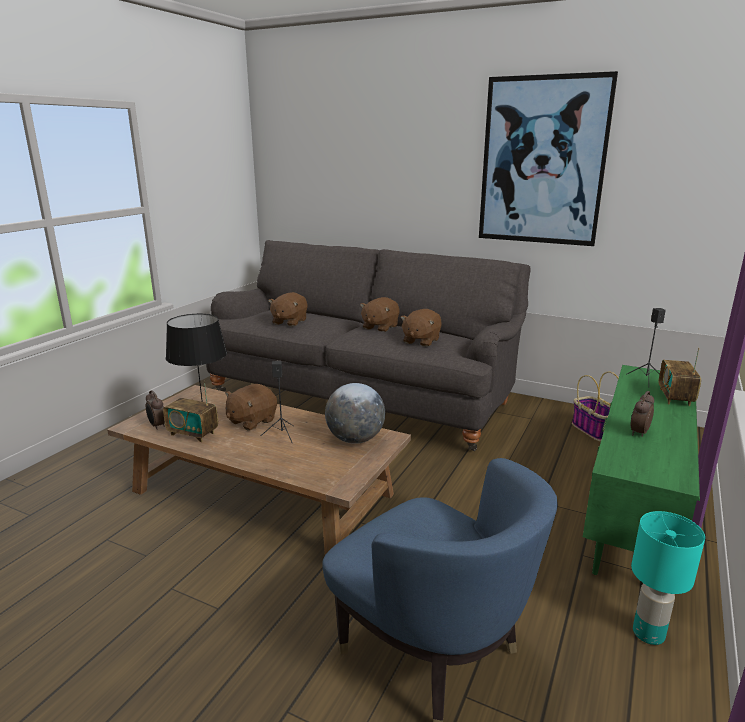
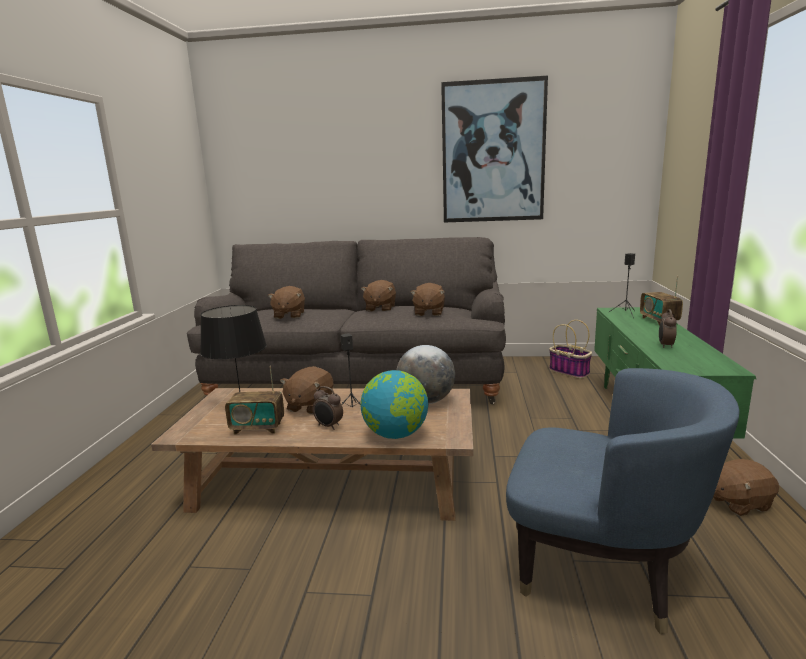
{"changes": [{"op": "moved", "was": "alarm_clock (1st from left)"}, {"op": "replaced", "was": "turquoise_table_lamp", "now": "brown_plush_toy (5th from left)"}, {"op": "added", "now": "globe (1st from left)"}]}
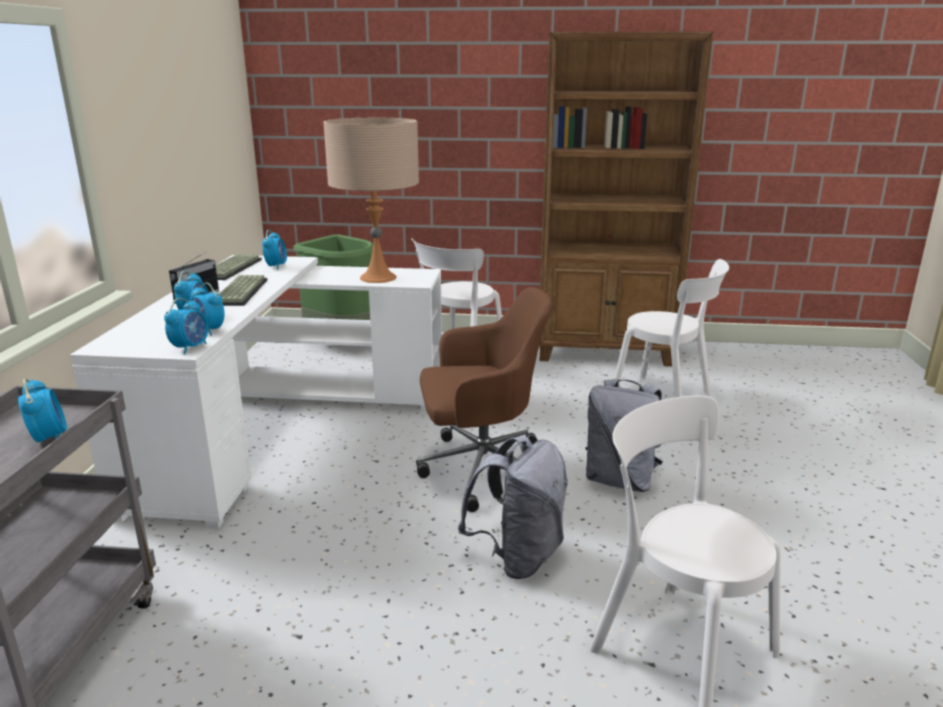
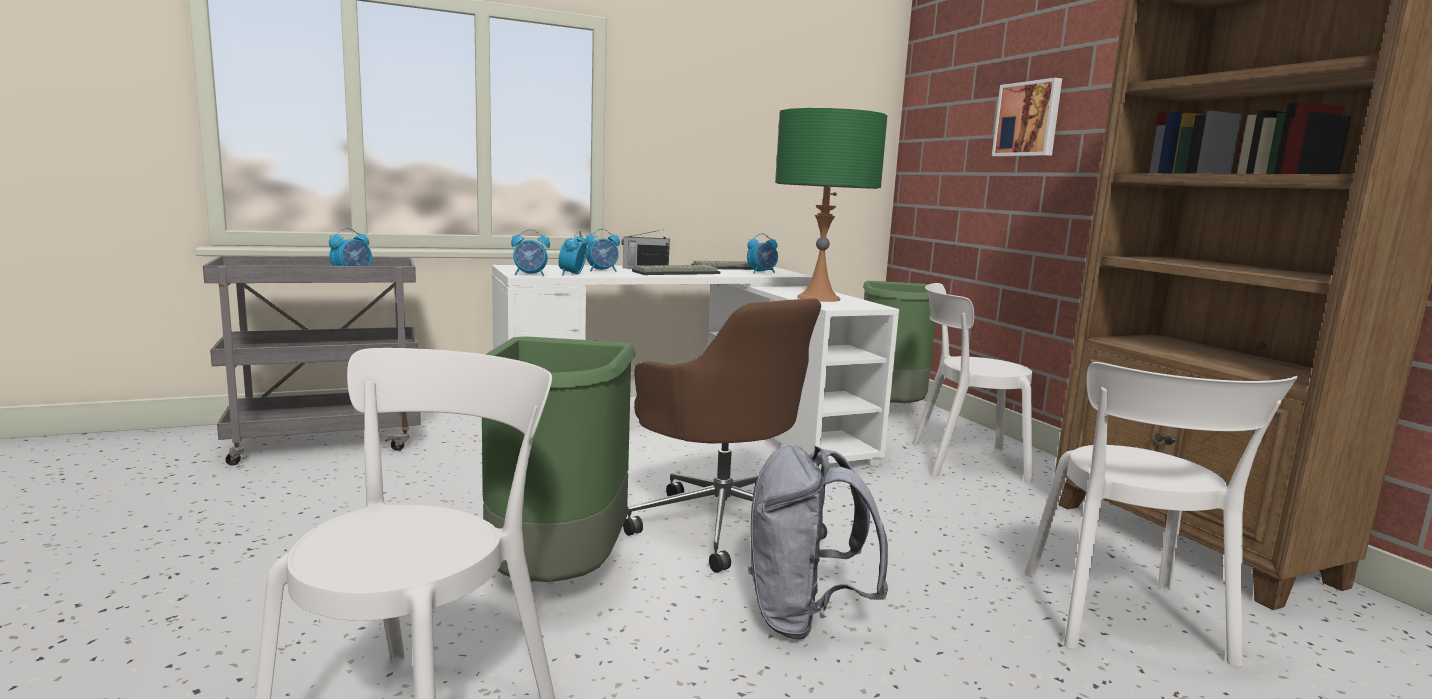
{"changes": [{"op": "recoloured", "was": "beige_table_lamp", "now": "green_table_lamp"}, {"op": "replaced", "was": "grey_backpack (1st from left)", "now": "green_trash_can (1st from left)"}, {"op": "added", "now": "picture"}]}
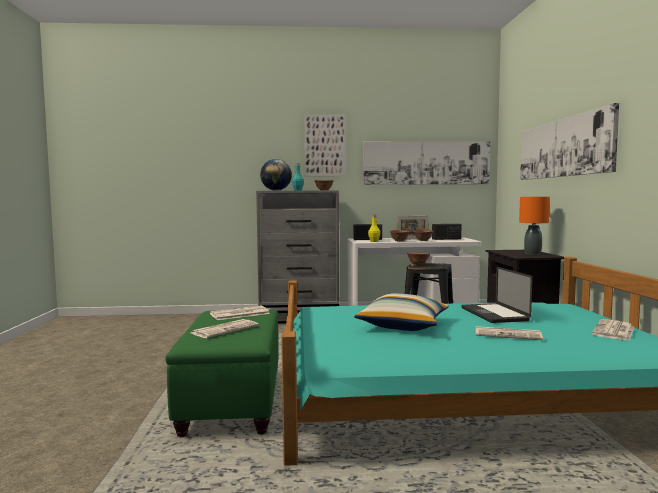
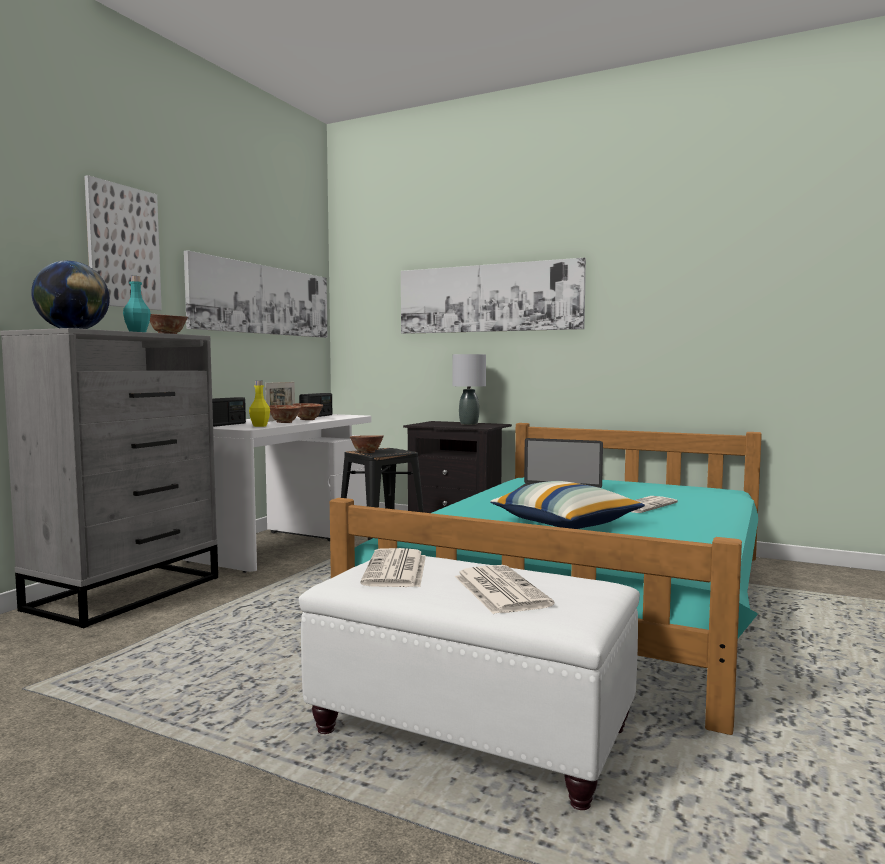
{"changes": [{"op": "recoloured", "was": "green_ottoman", "now": "white_ottoman"}, {"op": "recoloured", "was": "orange_table_lamp", "now": "grey_table_lamp"}, {"op": "removed", "was": "newspaper (4th from left)"}]}
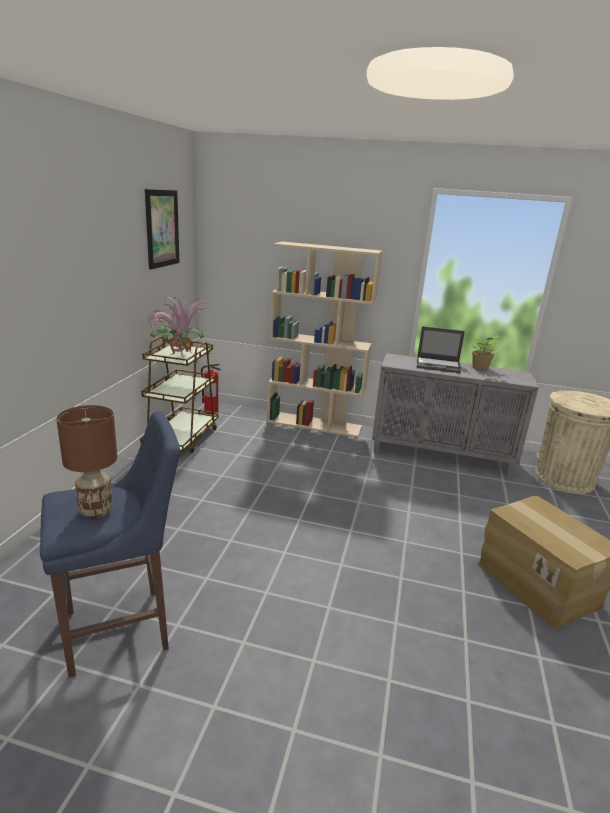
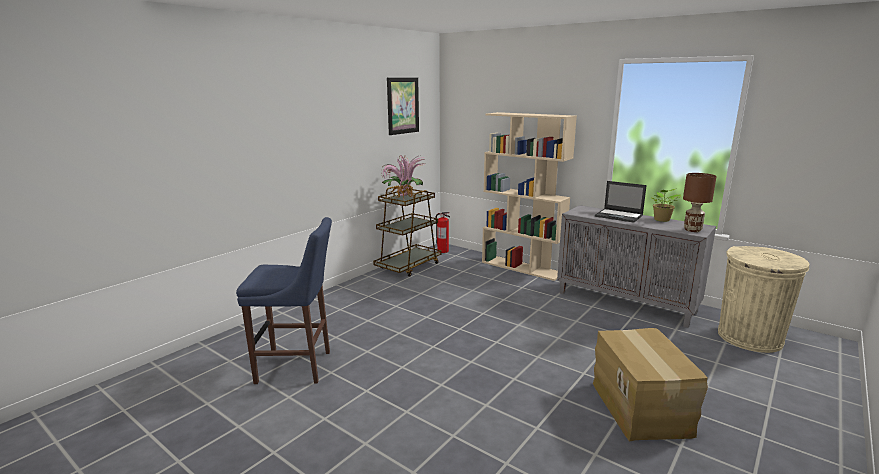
{"changes": [{"op": "moved", "was": "brown_table_lamp"}]}
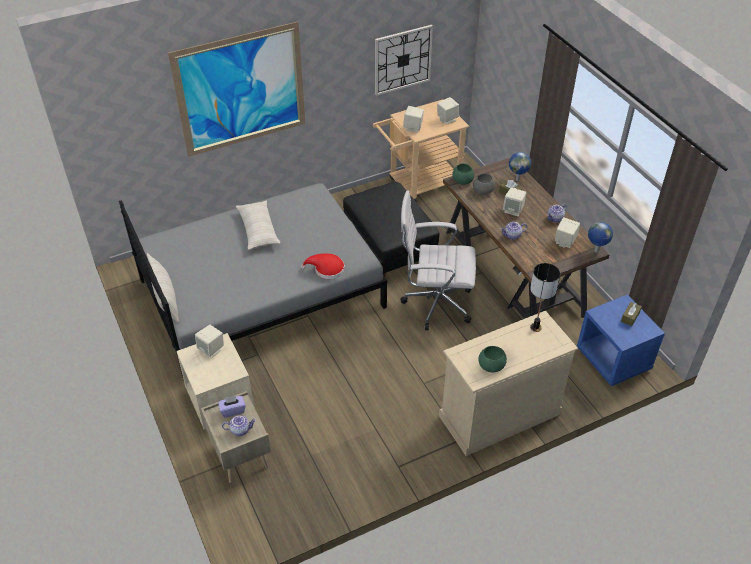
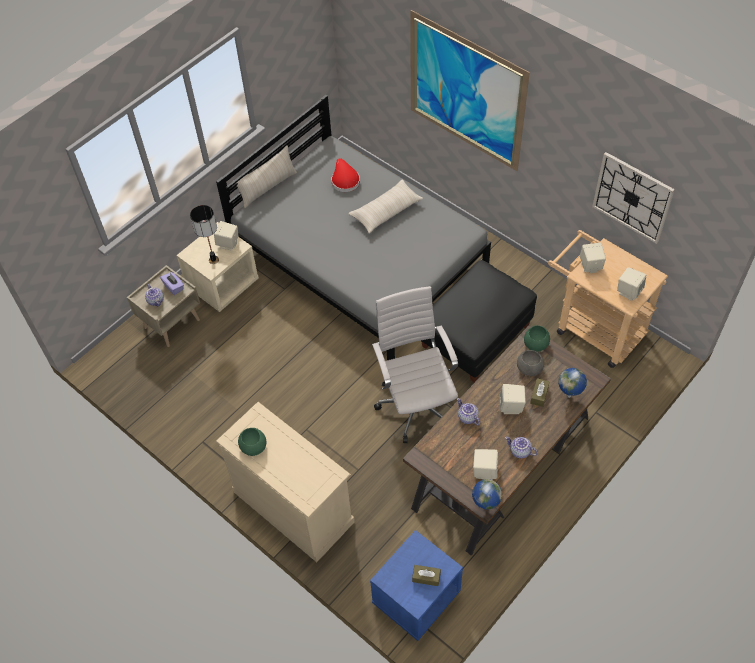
{"changes": [{"op": "moved", "was": "red_hat"}, {"op": "moved", "was": "table_lamp"}]}
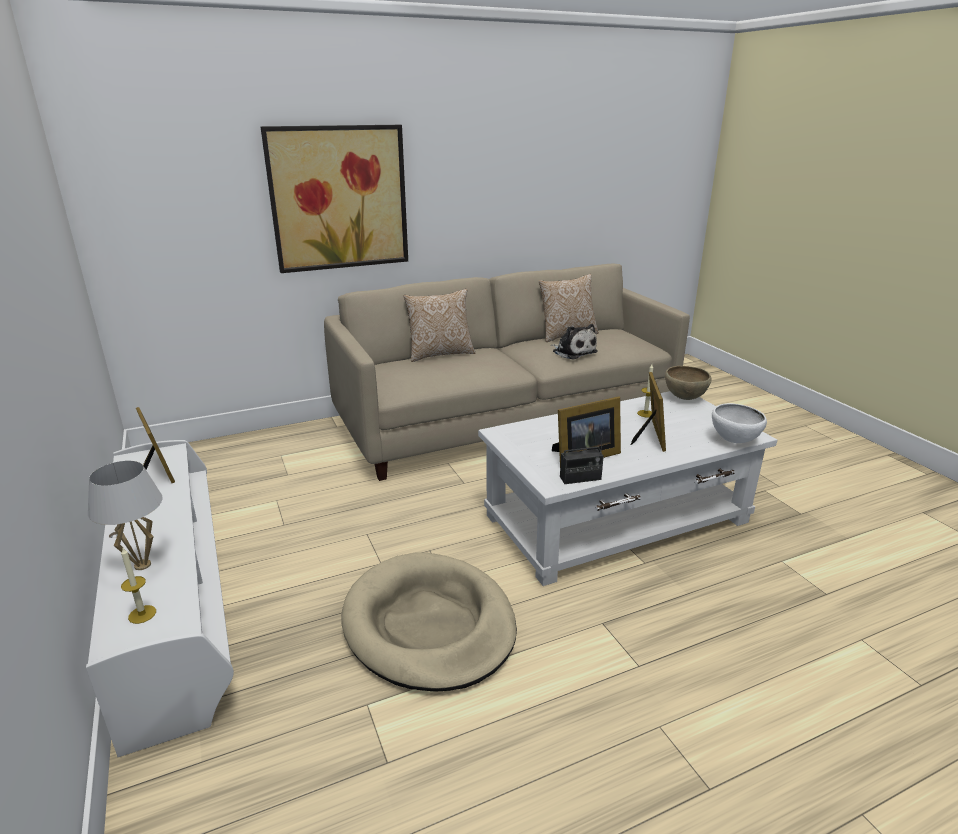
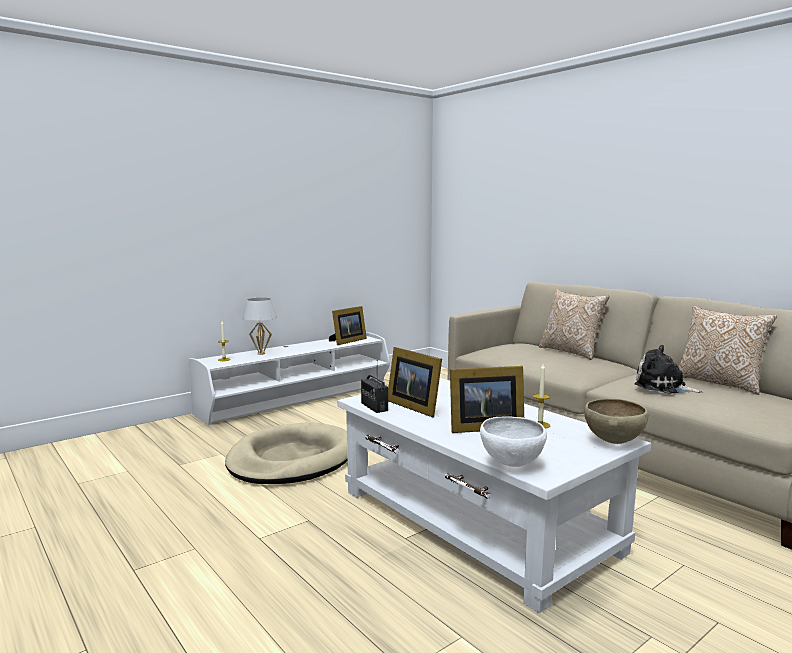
{"changes": [{"op": "removed", "was": "picture"}, {"op": "turned", "was": "plush_toy", "clockwise": 90}]}
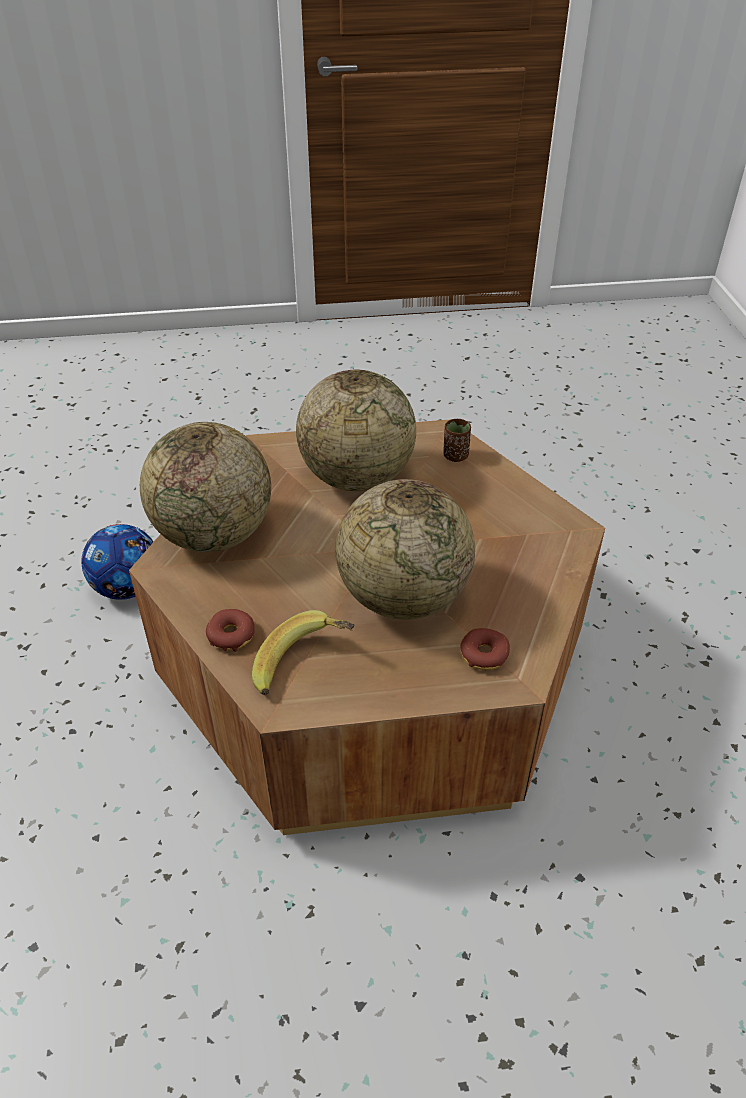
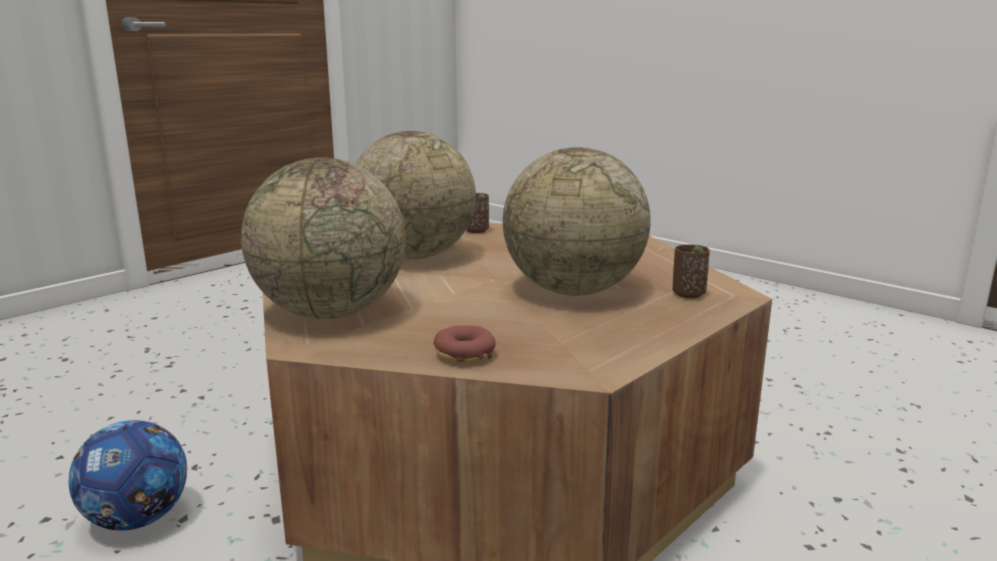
{"changes": [{"op": "removed", "was": "banana"}, {"op": "replaced", "was": "donut (2nd from left)", "now": "brown_cup (2nd from left)"}]}
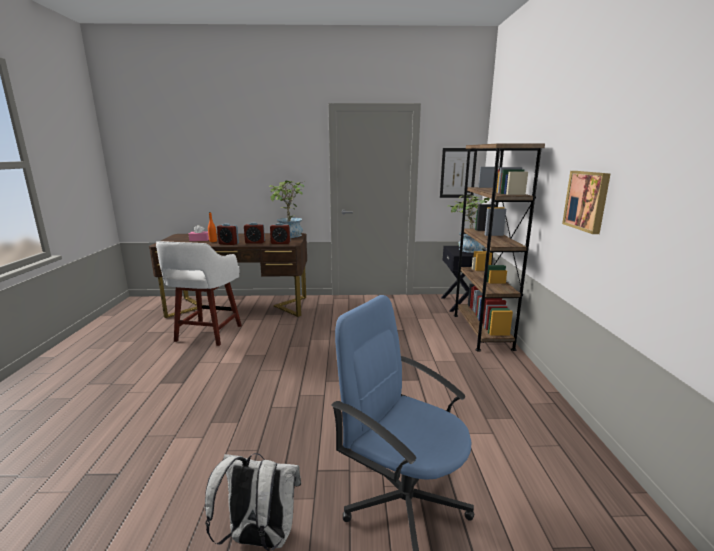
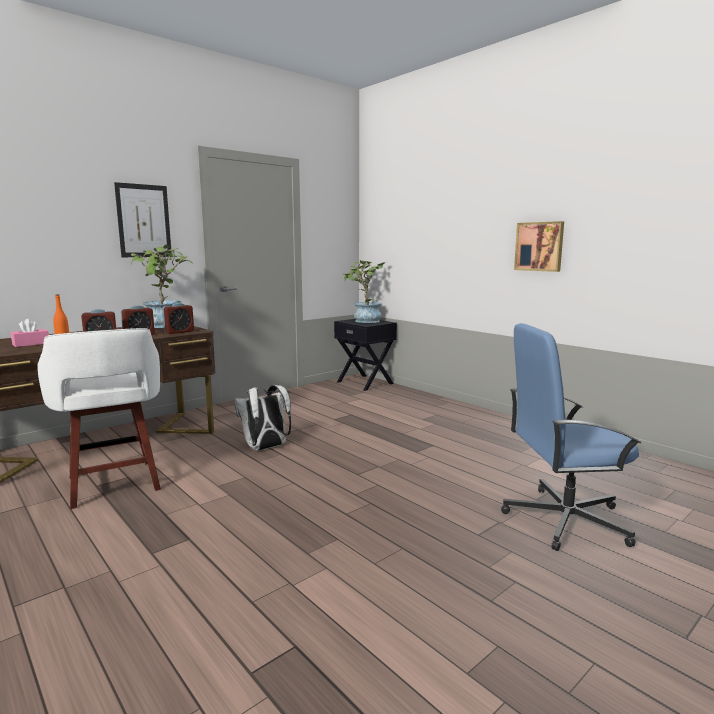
{"changes": [{"op": "moved", "was": "white_backpack"}, {"op": "moved", "was": "picture (1st from left)"}, {"op": "removed", "was": "brown_bookcase"}]}
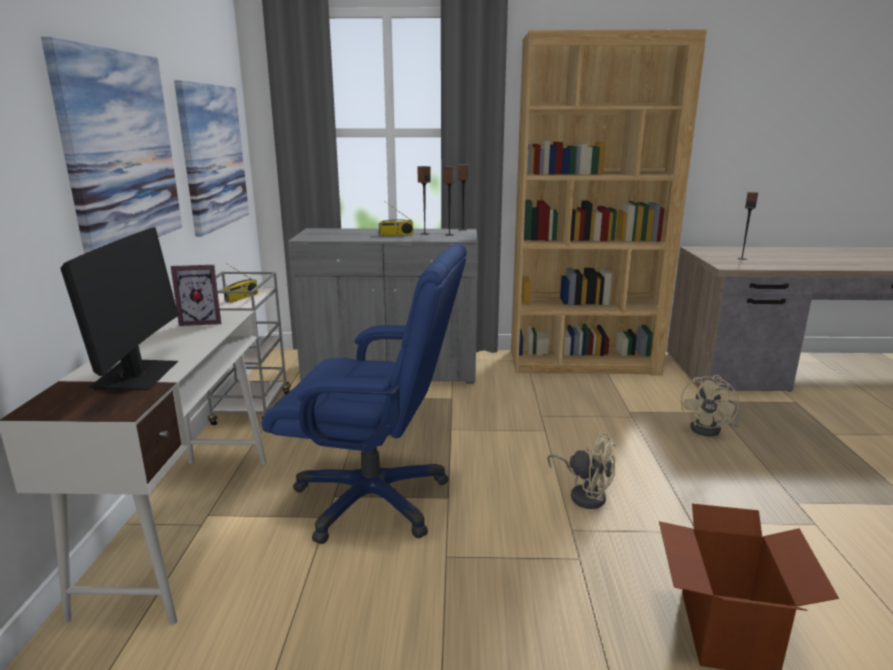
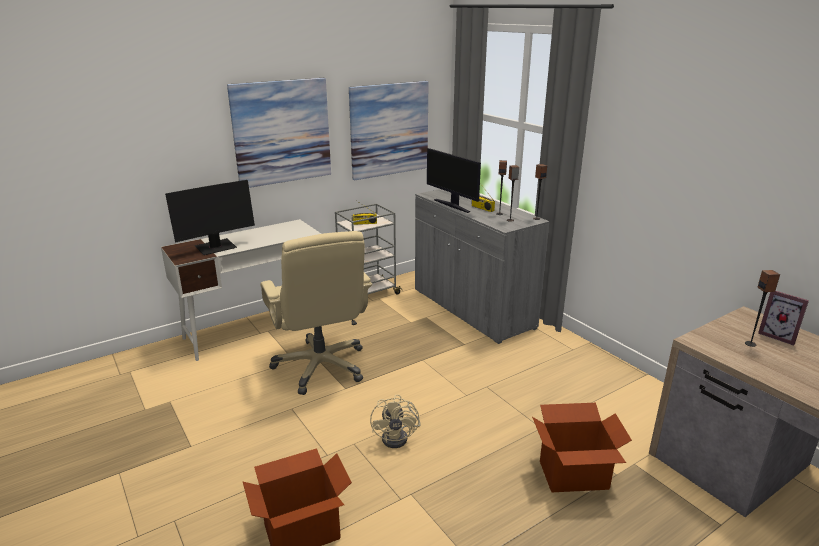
{"changes": [{"op": "moved", "was": "picture_frame"}, {"op": "recoloured", "was": "blue_office_chair", "now": "beige_office_chair"}, {"op": "removed", "was": "brown_bookcase"}, {"op": "replaced", "was": "beige_fan (2nd from left)", "now": "cardboard_box (2nd from left)"}, {"op": "added", "now": "monitor (2nd from left)"}]}
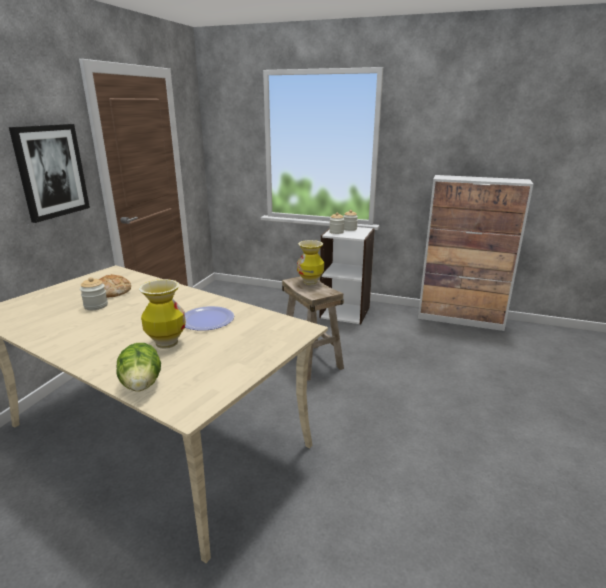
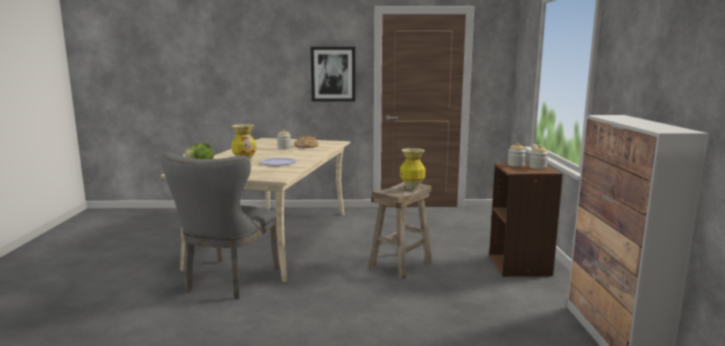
{"changes": [{"op": "recoloured", "was": "white_bookcase", "now": "brown_bookcase"}, {"op": "added", "now": "grey_chair"}]}
